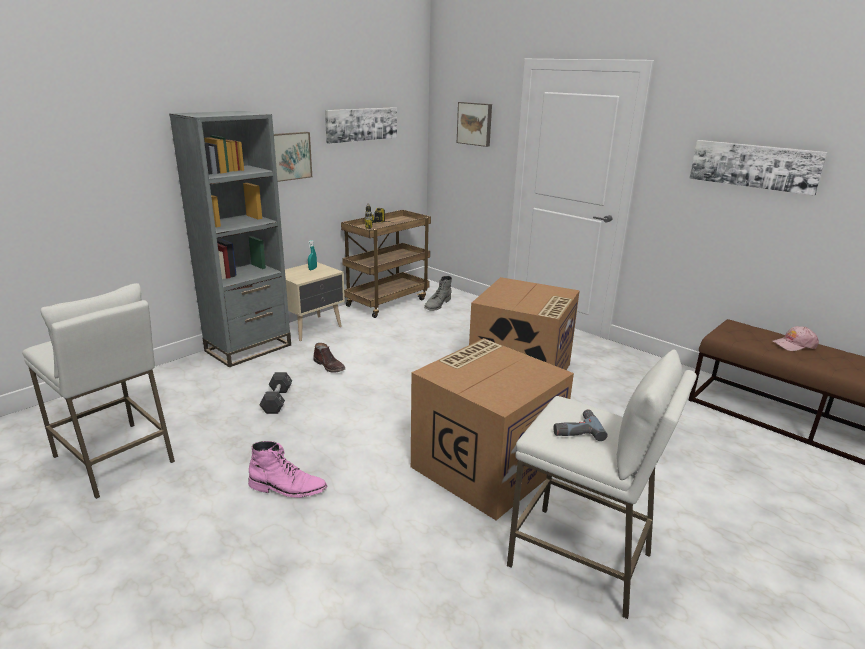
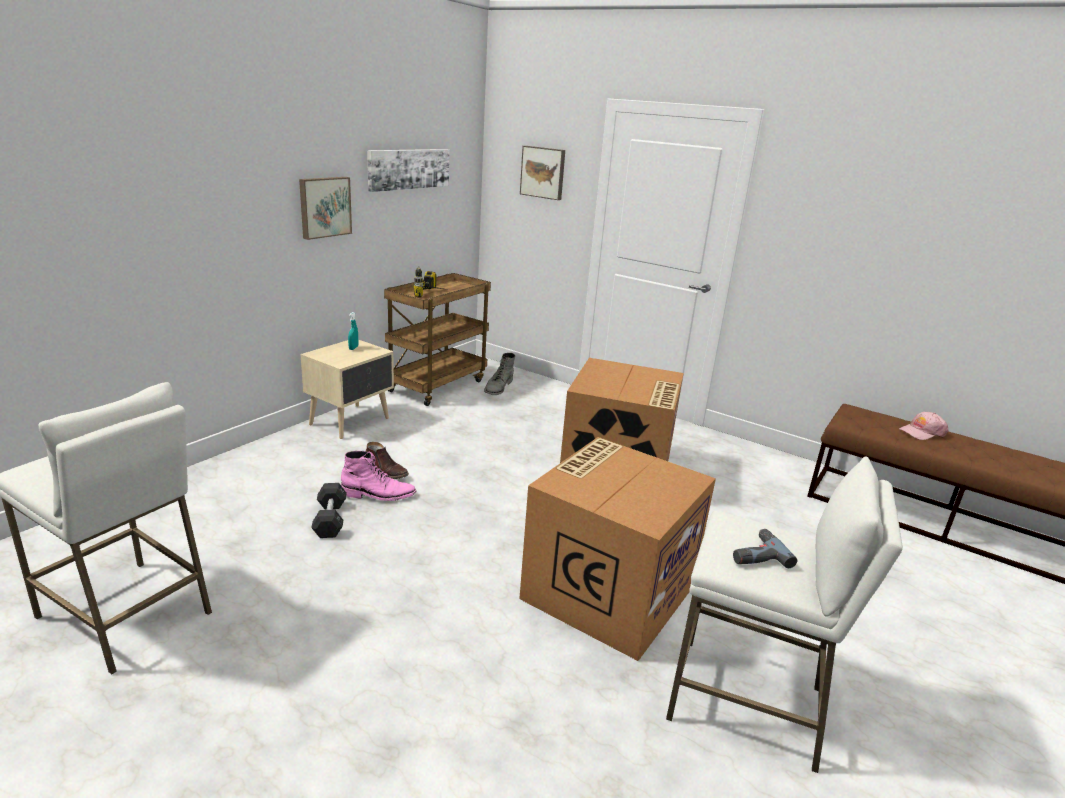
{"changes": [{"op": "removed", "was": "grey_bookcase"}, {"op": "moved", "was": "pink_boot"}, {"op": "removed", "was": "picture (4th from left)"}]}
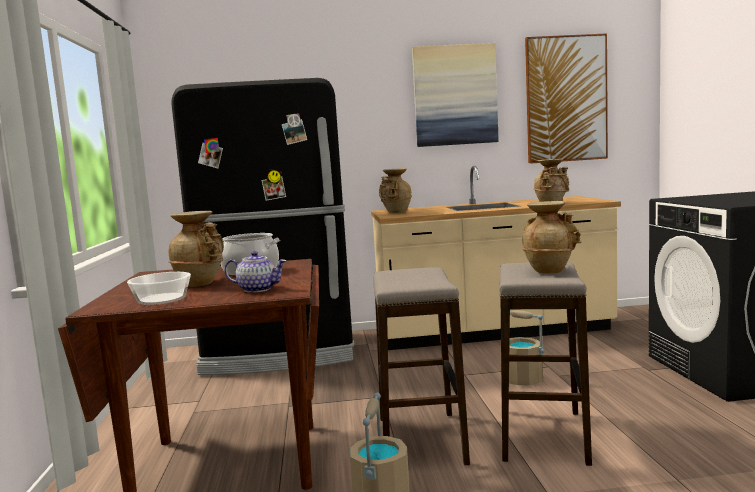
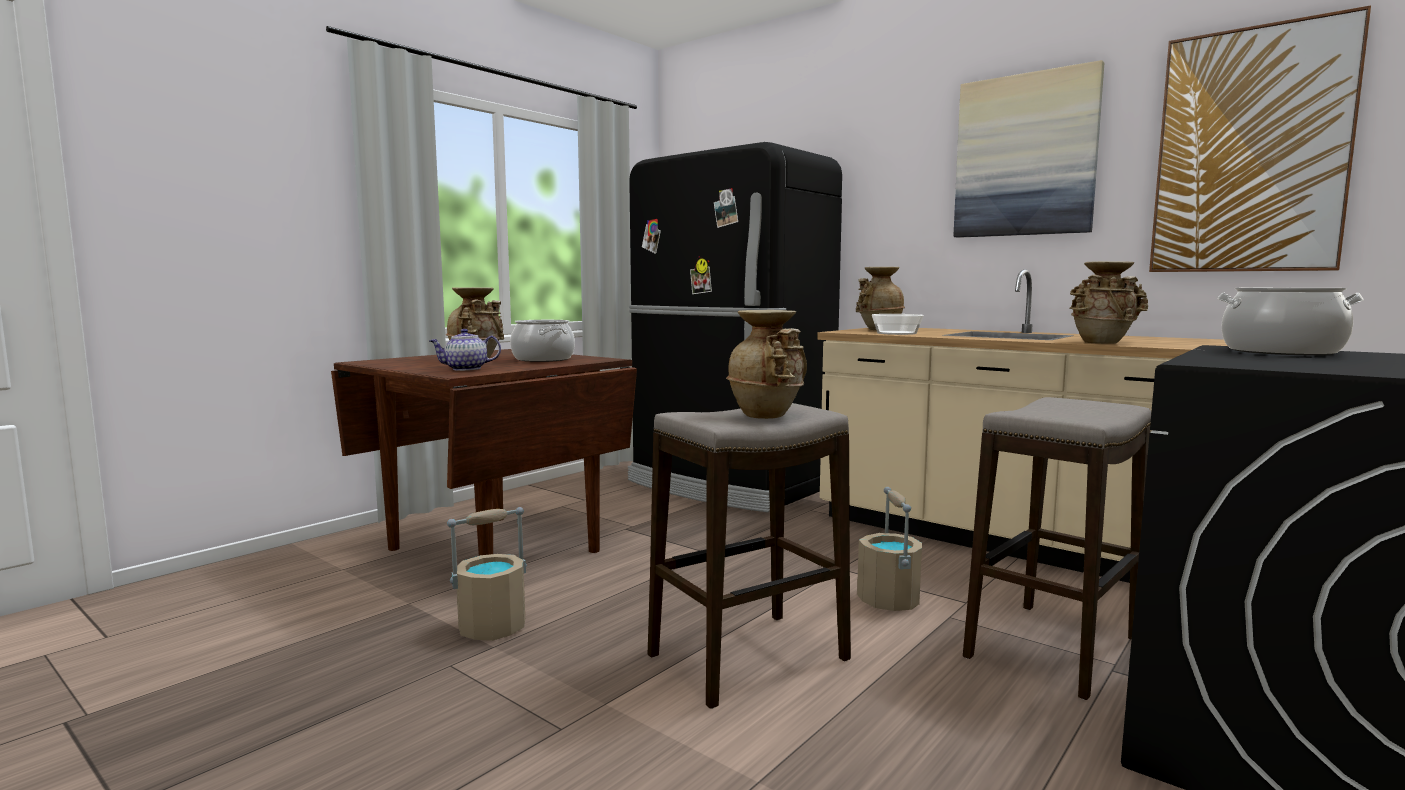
{"changes": [{"op": "moved", "was": "bowl"}, {"op": "turned", "was": "teapot", "clockwise": 105}, {"op": "moved", "was": "stool (1st from left in the first image)", "now": "stool (2nd from left)"}, {"op": "added", "now": "cooking_pot (2nd from left)"}]}
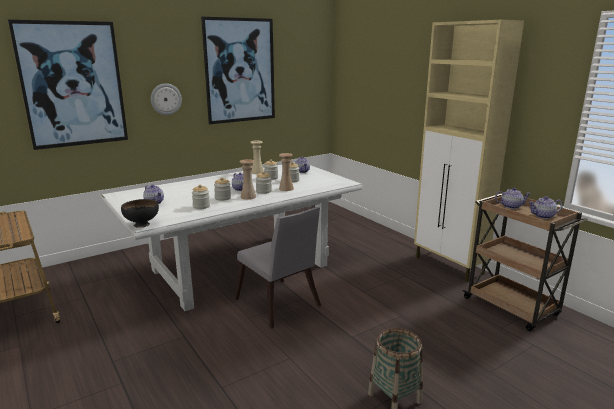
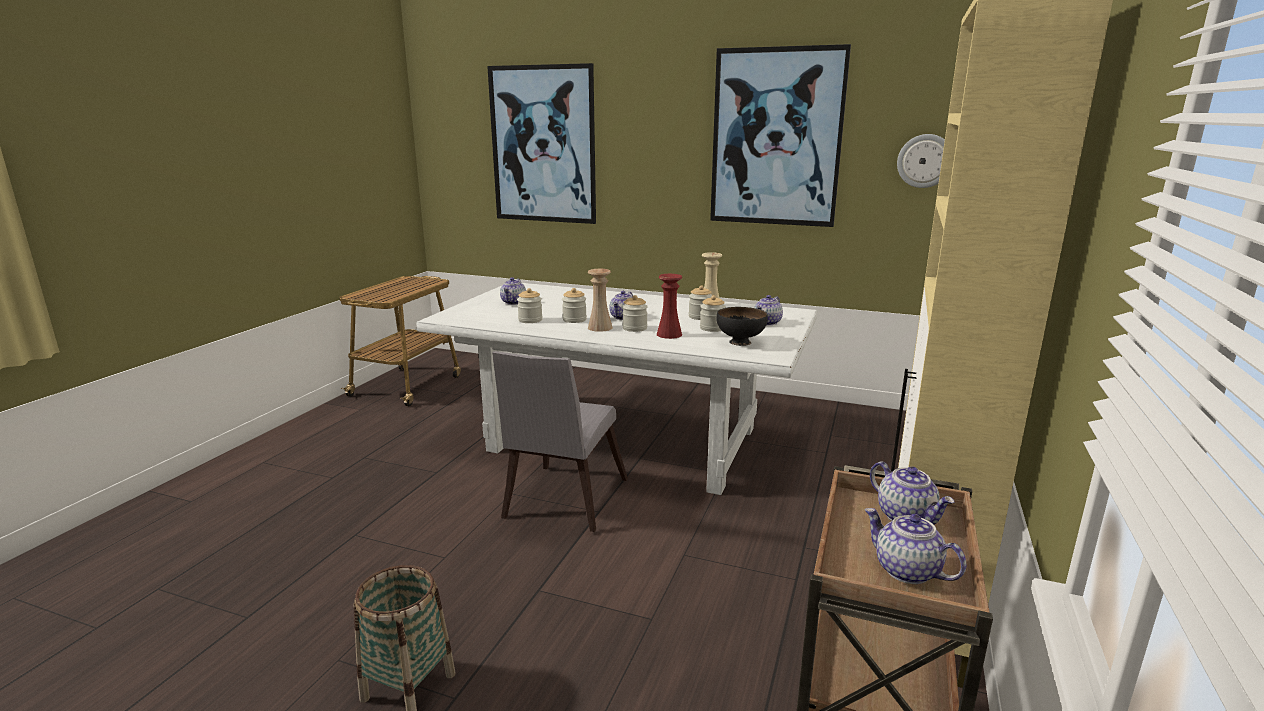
{"changes": [{"op": "moved", "was": "black_bowl"}, {"op": "moved", "was": "wall_clock"}, {"op": "recoloured", "was": "beige_vase (3rd from left)", "now": "red_vase"}]}
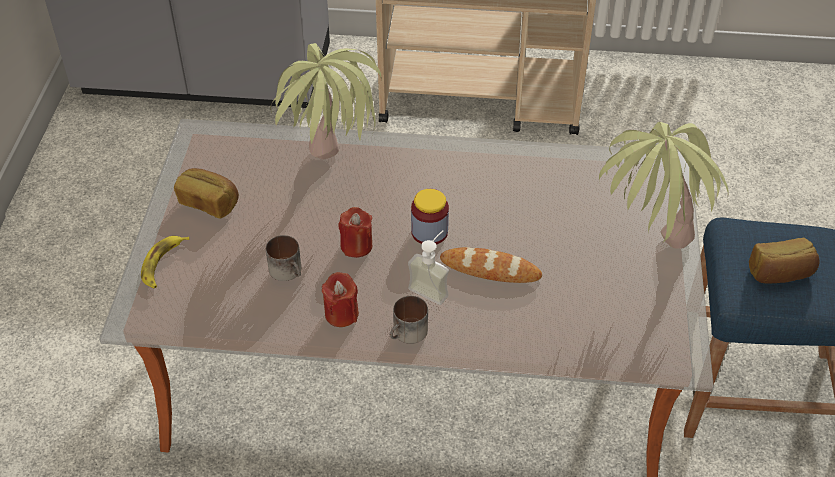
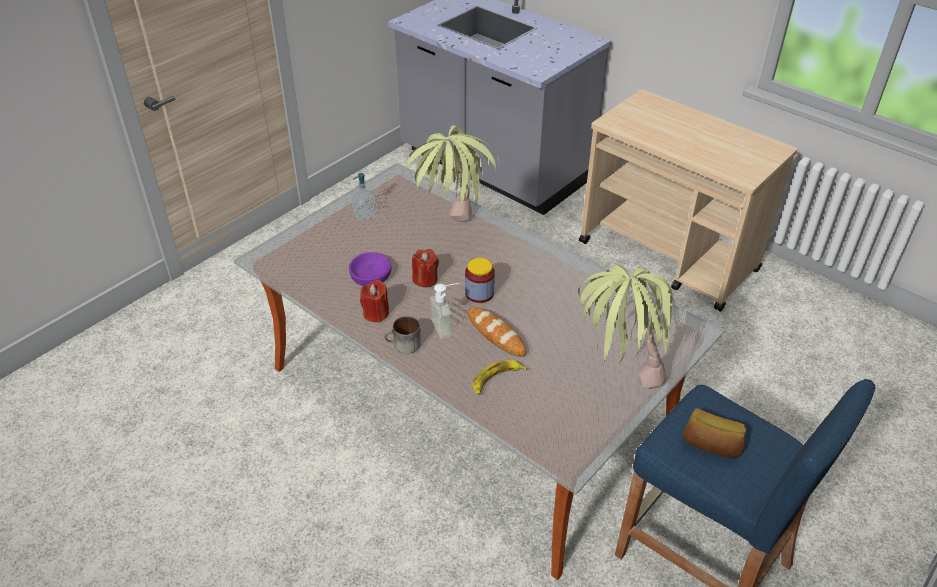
{"changes": [{"op": "moved", "was": "banana"}, {"op": "replaced", "was": "bread (1st from left)", "now": "soap_dispenser (1st from left)"}, {"op": "replaced", "was": "mug (1st from left)", "now": "purple_bowl"}]}
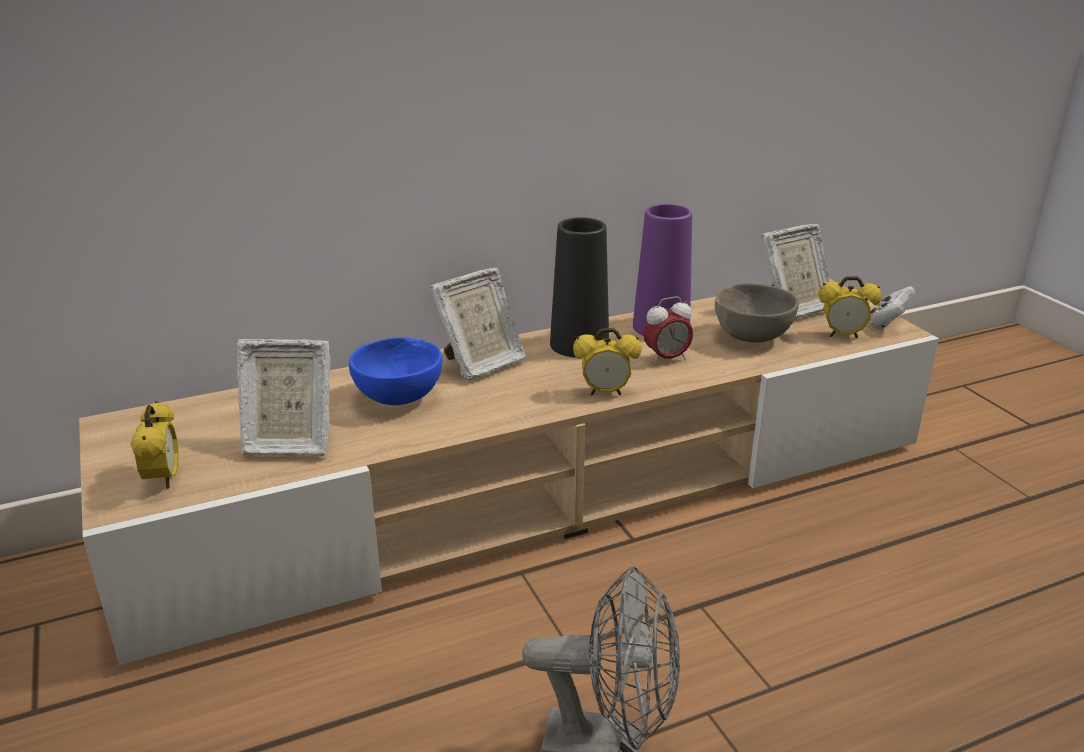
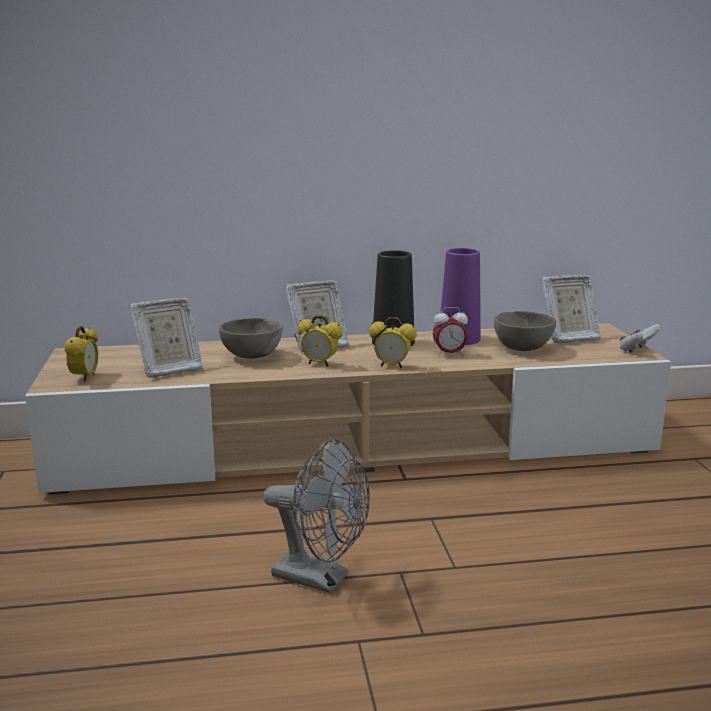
{"changes": [{"op": "turned", "was": "picture_frame (1st from left)", "clockwise": -45}, {"op": "recoloured", "was": "blue_bowl", "now": "grey_bowl (1st from left)"}, {"op": "moved", "was": "alarm_clock (4th from left in the first image)", "now": "alarm_clock (2nd from left)"}]}
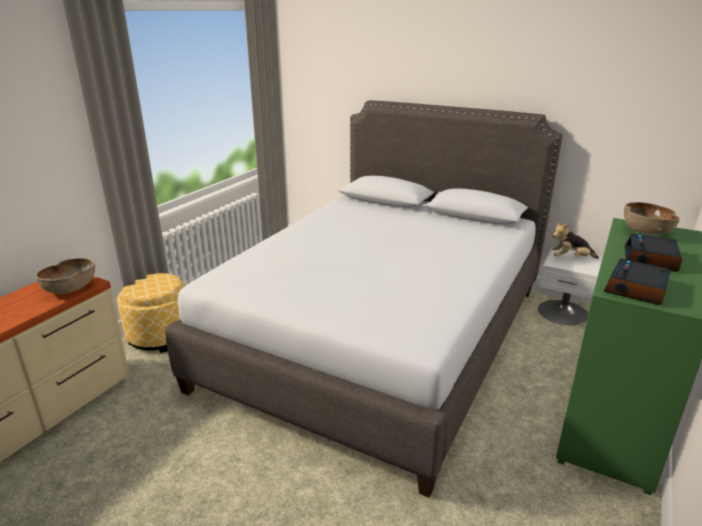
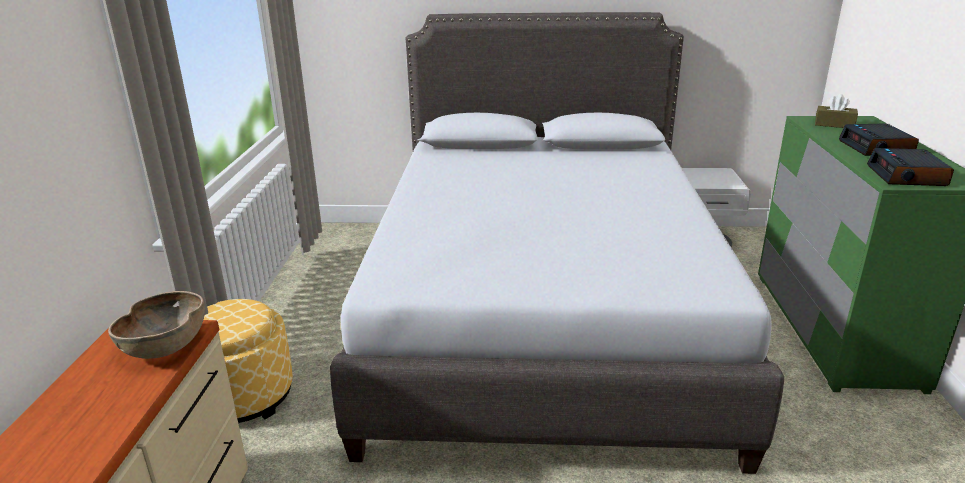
{"changes": [{"op": "removed", "was": "plush_toy"}, {"op": "replaced", "was": "brown_bowl (2nd from left)", "now": "brown_tissue_box"}]}
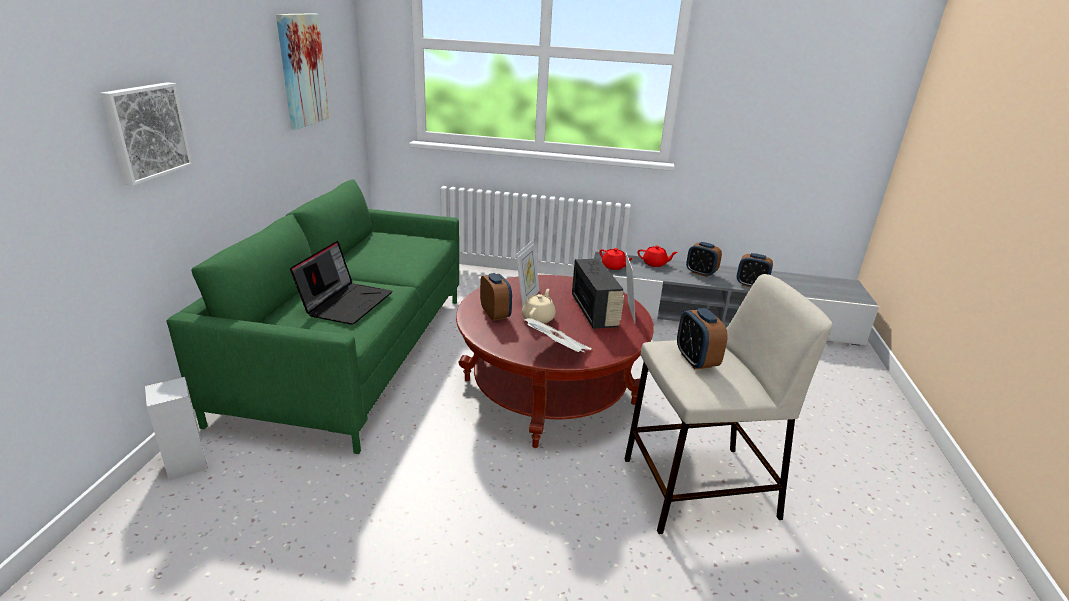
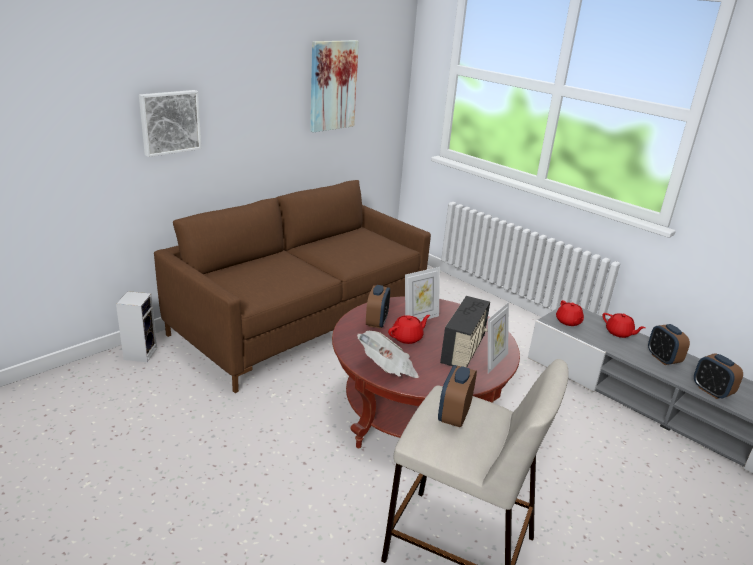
{"changes": [{"op": "recoloured", "was": "green_sofa", "now": "brown_sofa"}, {"op": "removed", "was": "laptop"}, {"op": "recoloured", "was": "beige_teapot", "now": "red_teapot (1st from left)"}]}
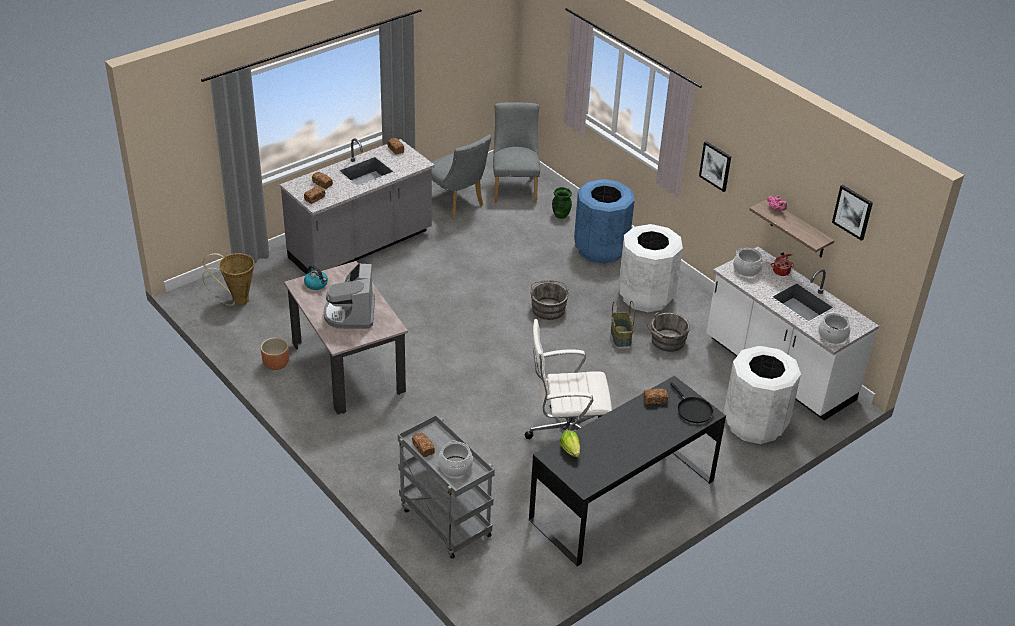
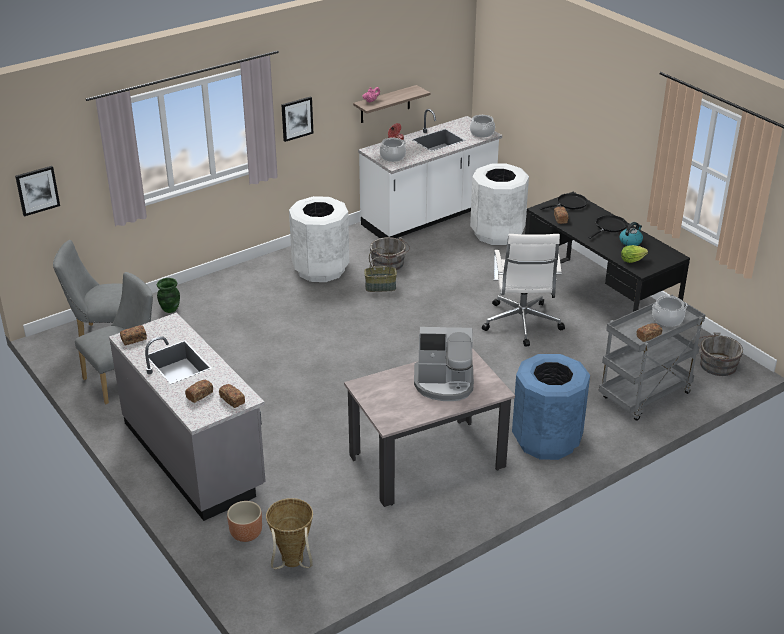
{"changes": [{"op": "moved", "was": "brown_planter"}, {"op": "moved", "was": "kettle"}, {"op": "moved", "was": "grey_bucket (1st from left in the first image)", "now": "grey_bucket (2nd from left)"}, {"op": "moved", "was": "blue_trash_can"}, {"op": "moved", "was": "picture (2nd from left in the first image)", "now": "picture (1st from left)"}, {"op": "added", "now": "black_frying_pan (2nd from left)"}]}
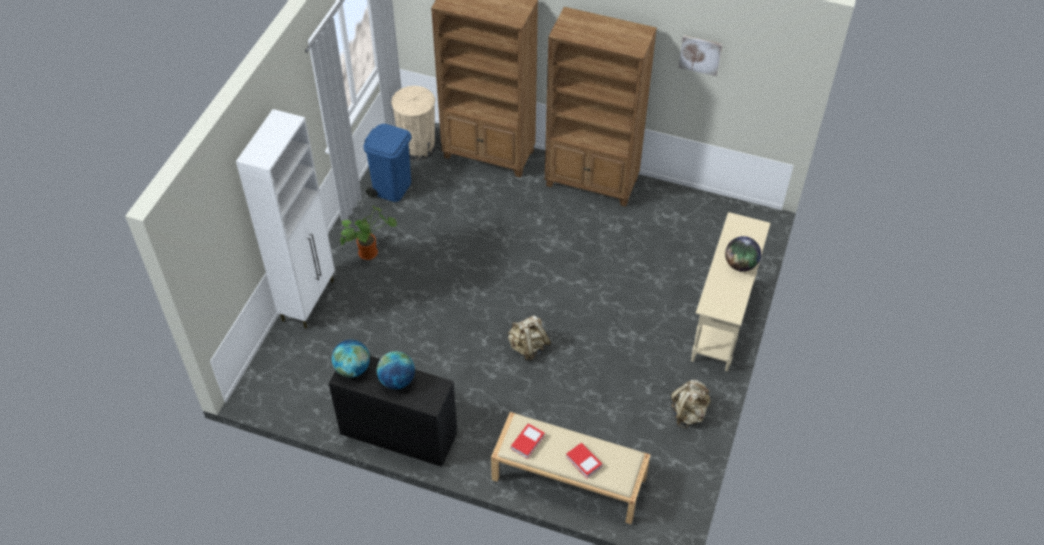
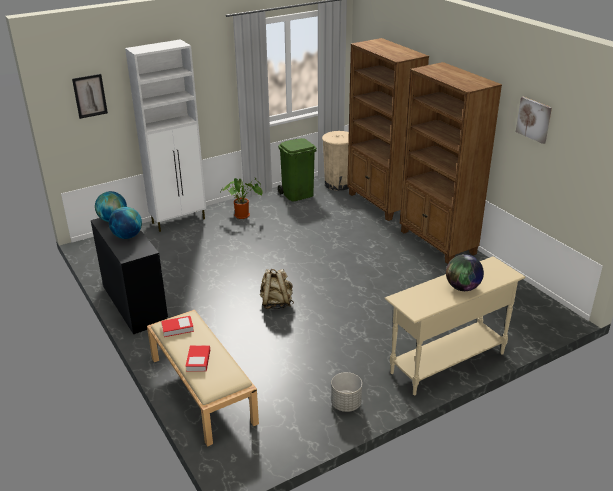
{"changes": [{"op": "recoloured", "was": "blue_trash_can", "now": "green_trash_can"}, {"op": "replaced", "was": "beige_backpack (2nd from left)", "now": "grey_planter"}, {"op": "added", "now": "picture (1st from left)"}]}
